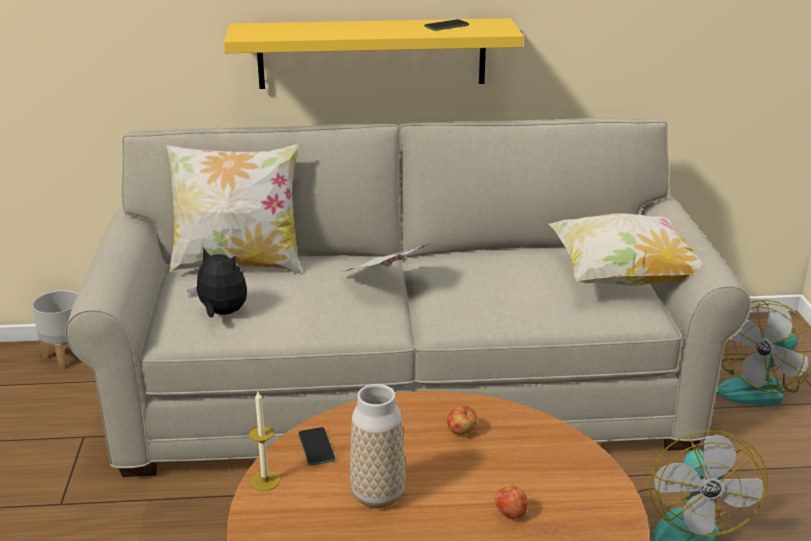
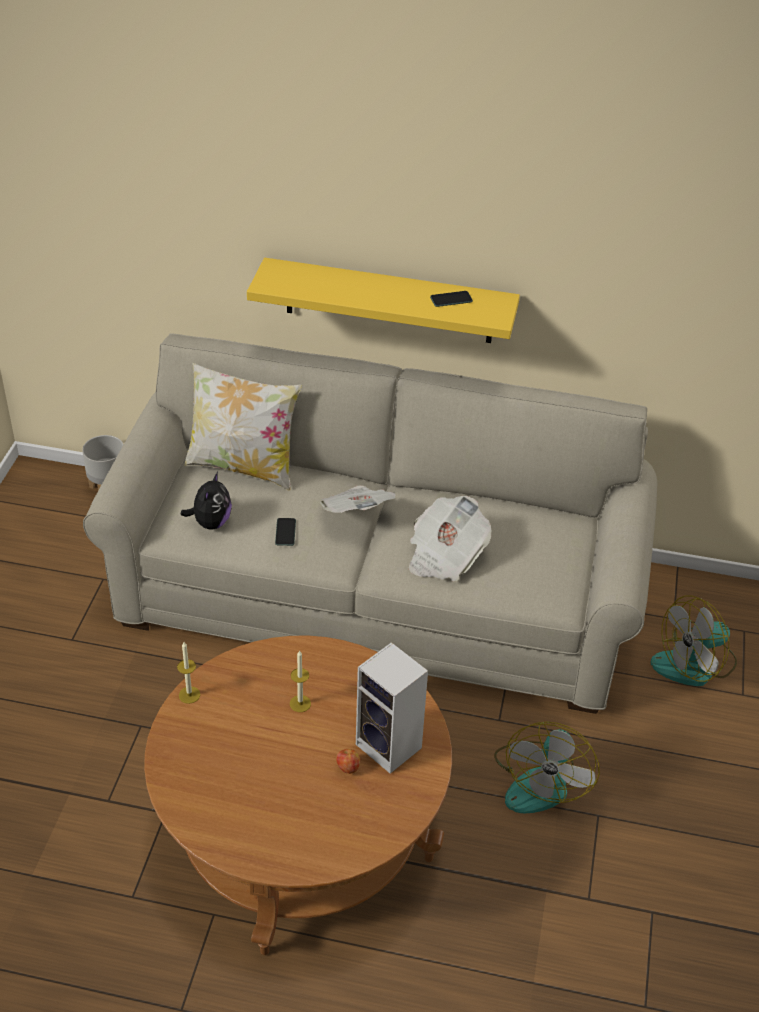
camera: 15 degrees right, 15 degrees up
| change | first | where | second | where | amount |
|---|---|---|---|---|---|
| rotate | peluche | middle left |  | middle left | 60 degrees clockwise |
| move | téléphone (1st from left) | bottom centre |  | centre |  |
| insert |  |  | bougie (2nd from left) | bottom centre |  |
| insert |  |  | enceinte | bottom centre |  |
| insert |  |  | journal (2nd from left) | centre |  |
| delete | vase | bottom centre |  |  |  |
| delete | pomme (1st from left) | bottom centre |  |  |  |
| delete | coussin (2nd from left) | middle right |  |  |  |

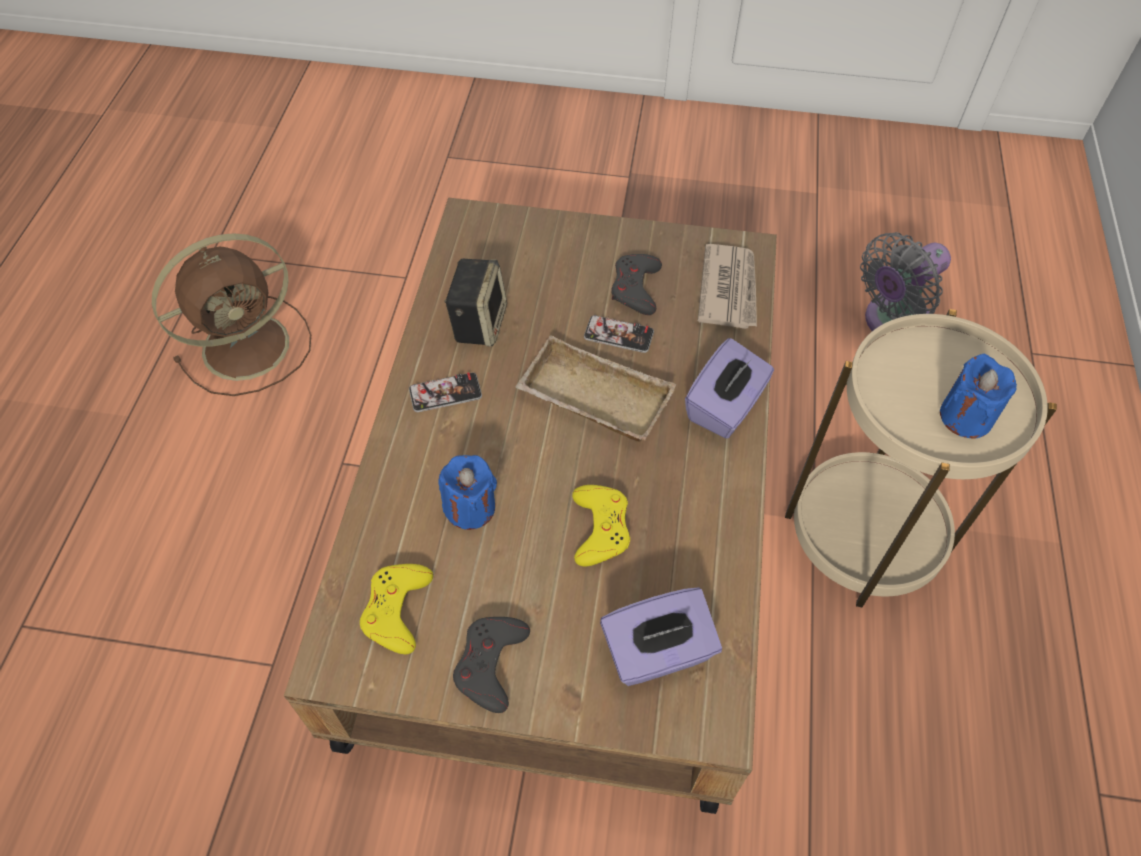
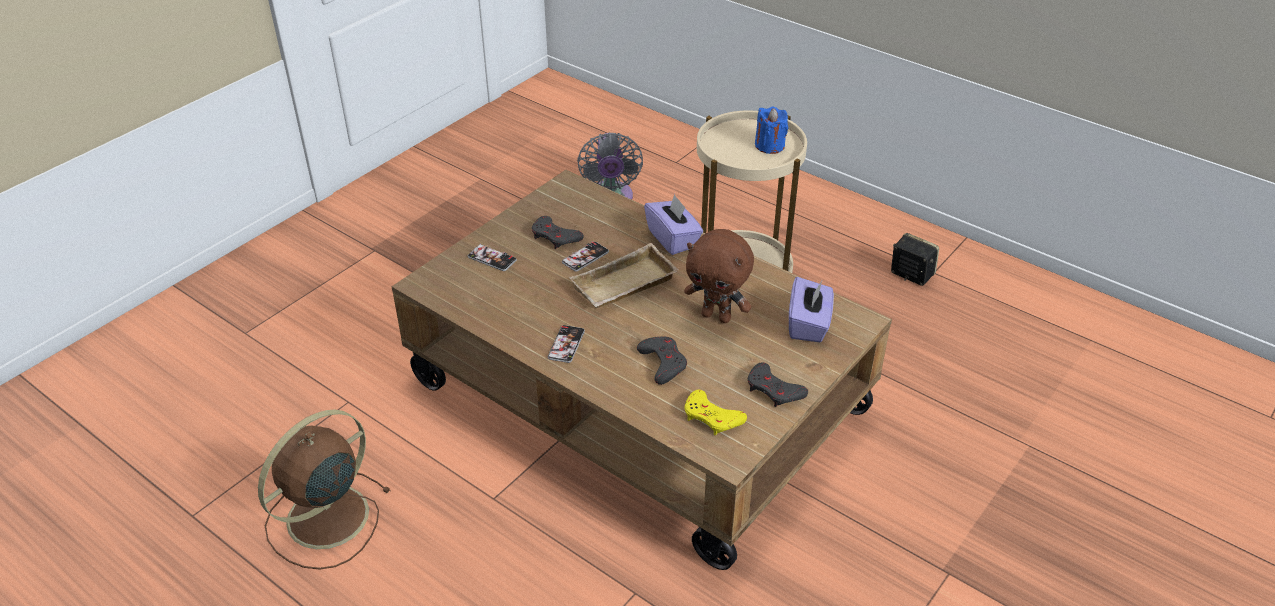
camera: 60 degrees left, 15 degrees down
| change | first | where | second | where | amount |
|---|---|---|---|---|---|
| rotate | ventilateur [marron] | middle left |  | bottom left | 135 degrees counterclockwise |
| insert |  |  | téléphone (1st from left) | centre |  |
| replace | bougie [bleu] (1st from left) | centre | manette [gris] (2nd from left) | centre |  |
| replace | manette [jaune] (2nd from left) | centre | peluche [marron] | centre |  |
| move | enceinte | centre |  | middle right |  |
| delete | journal | centre |  |  |  |

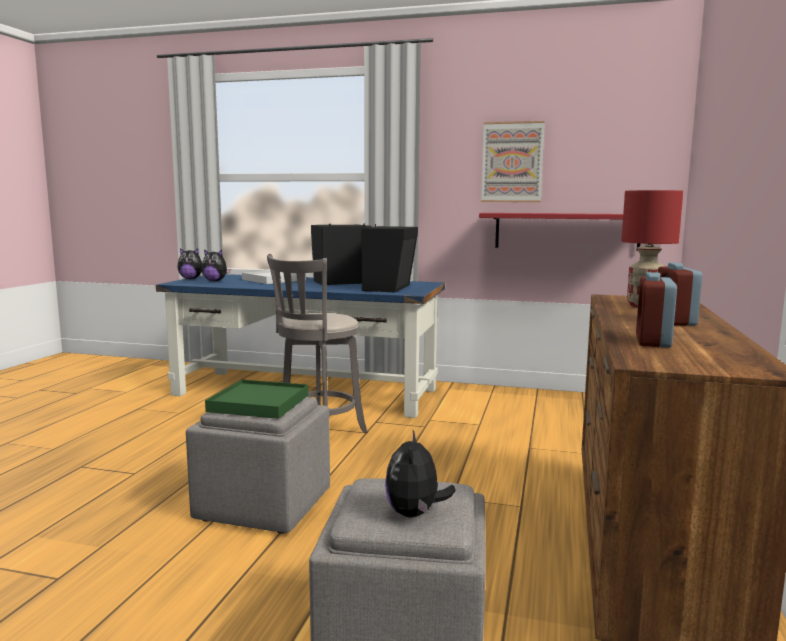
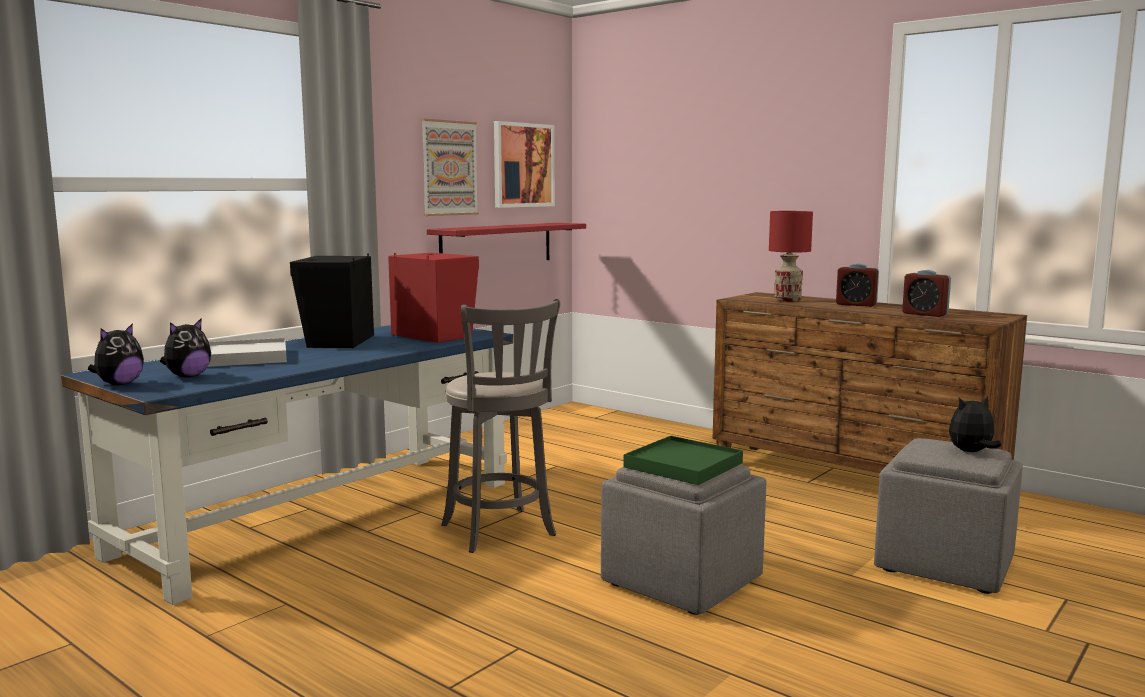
camera: 65 degrees left, 0 degrees up
| change | first | where | second | where | amount |
|---|---|---|---|---|---|
| recolor | enceinte [noir] (2nd from left) | centre | enceinte [rouge] | centre |  |
| insert |  |  | tableau (2nd from left) | top centre |  |
| rotate | peluche (3rd from left) | bottom centre |  | middle right | 135 degrees clockwise |

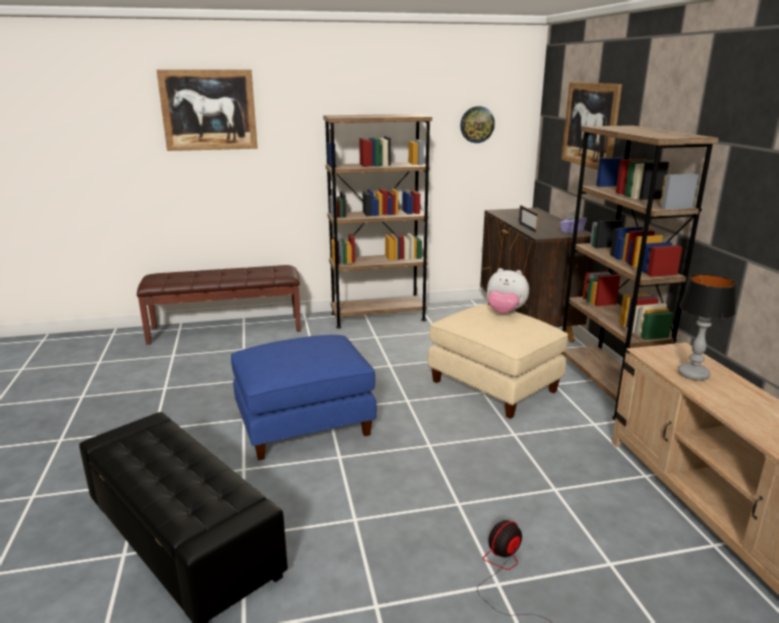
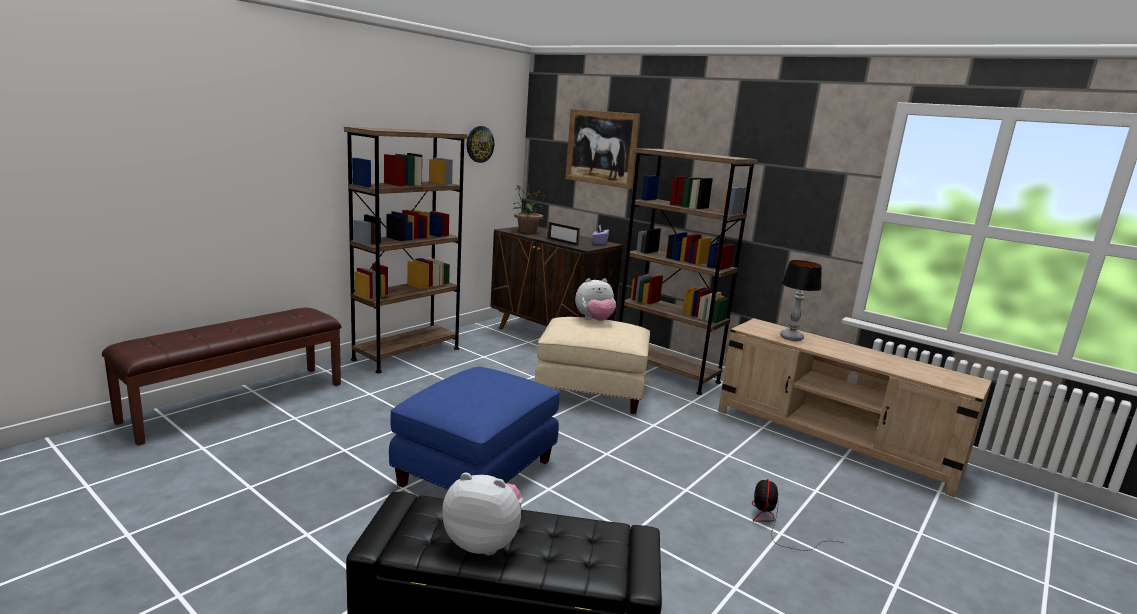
camera: 40 degrees left, 5 degrees down
| change | first | where | second | where | amount |
|---|---|---|---|---|---|
| insert |  |  | peluche (1st from left) | bottom centre |  |
| insert |  |  | plante en pot | centre |  |
| delete | tableau (1st from left) | top left |  |  |  |

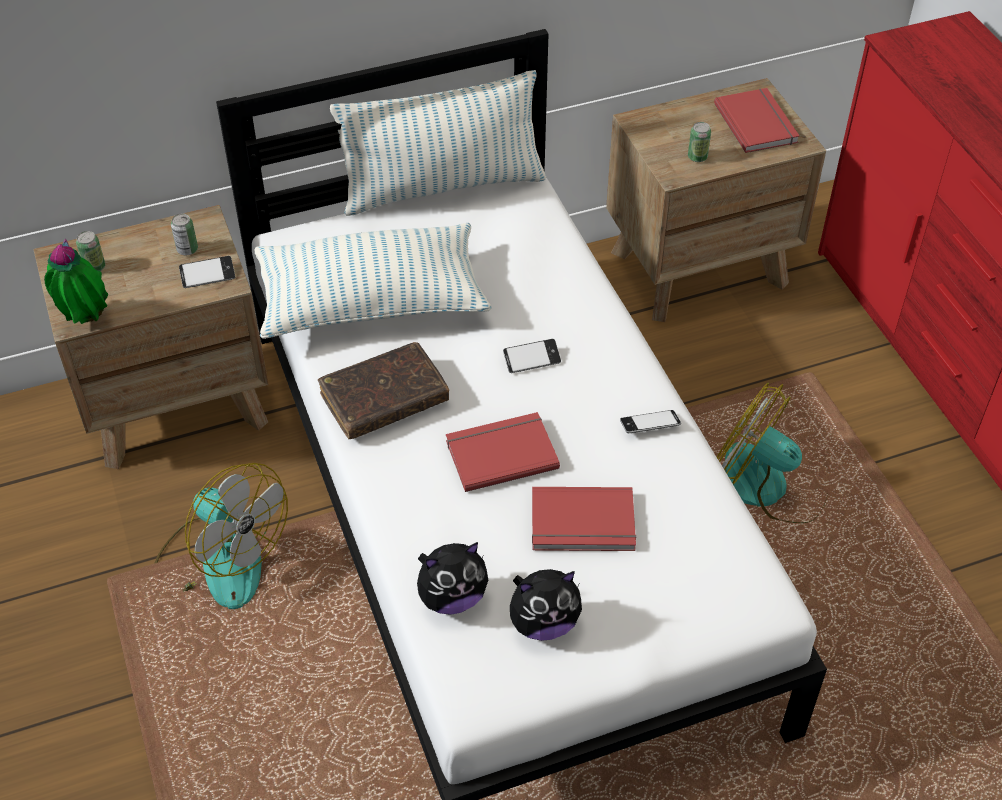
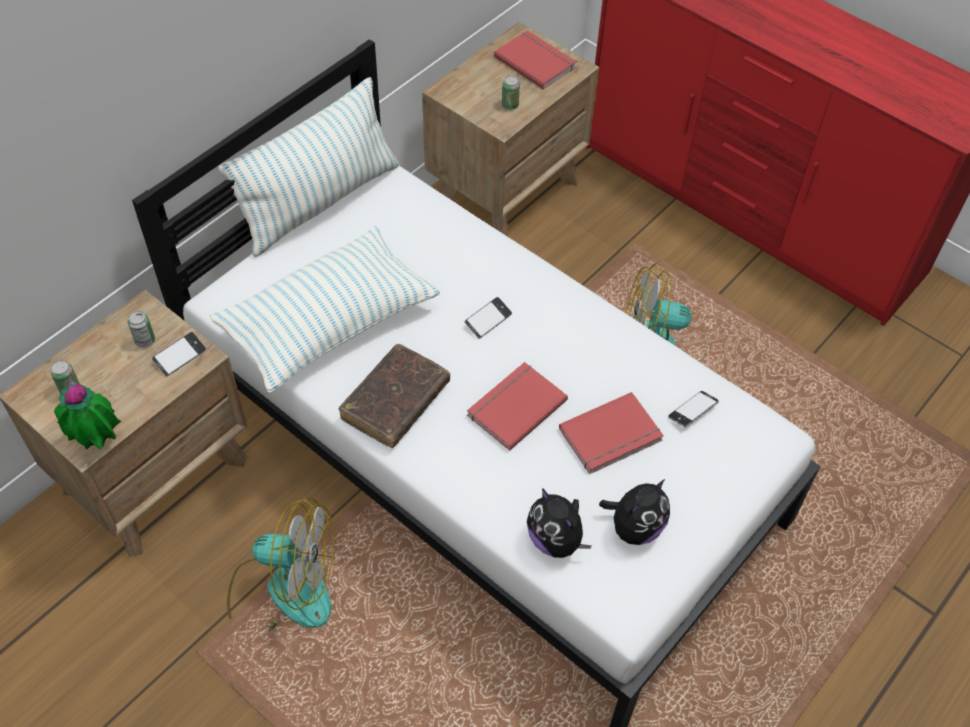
camera: 30 degrees left, 5 degrees up
| change | first | where | second | where | amount |
|---|---|---|---|---|---|
| rotate | peluche (1st from left) | bottom centre |  | bottom centre | 105 degrees clockwise |
| move | téléphone (3rd from left) | centre |  | middle right |  |

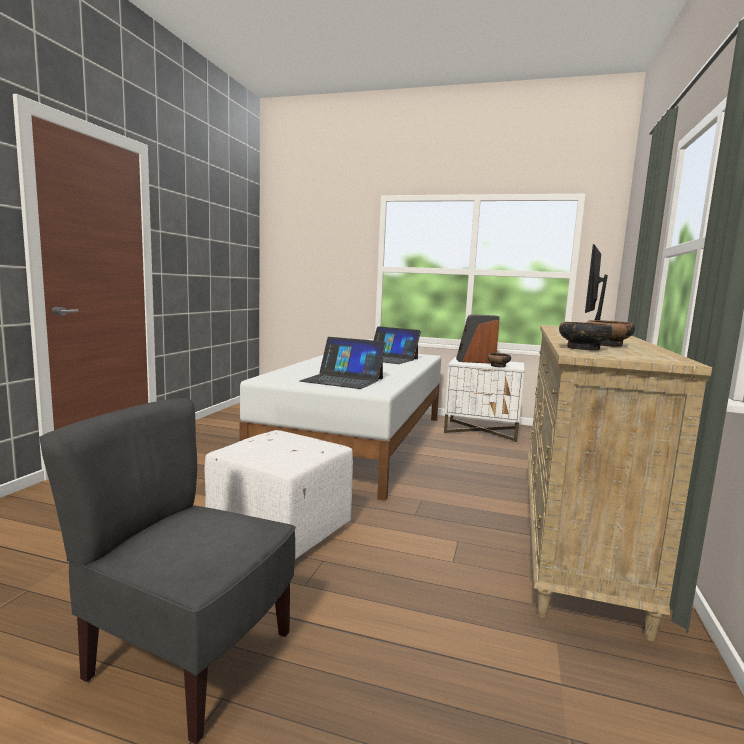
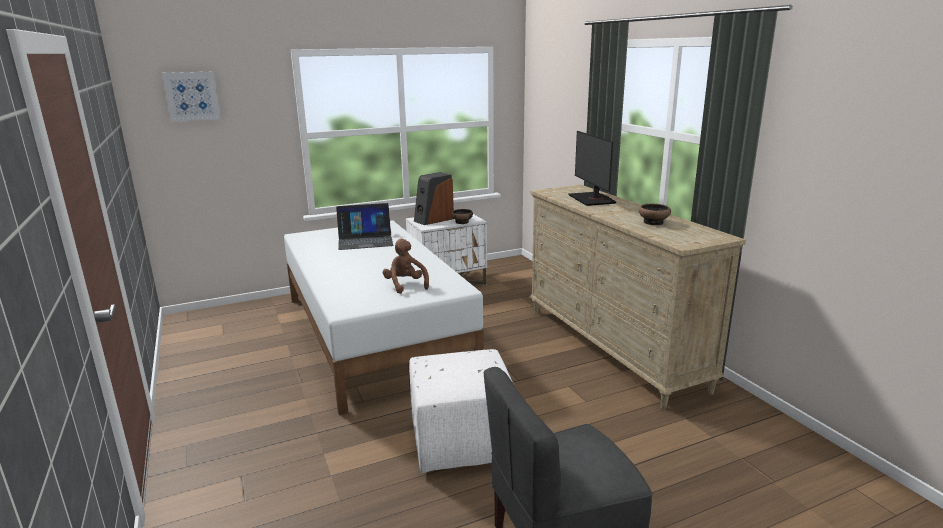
camera: 40 degrees left, 10 degrees up
| change | first | where | second | where | amount |
|---|---|---|---|---|---|
| insert |  |  | tableau | top left |  |
| replace | ordinateur portable (1st from left) | centre | peluche [marron] | centre |  |
| delete | bol (2nd from left) | middle right |  |  |  |

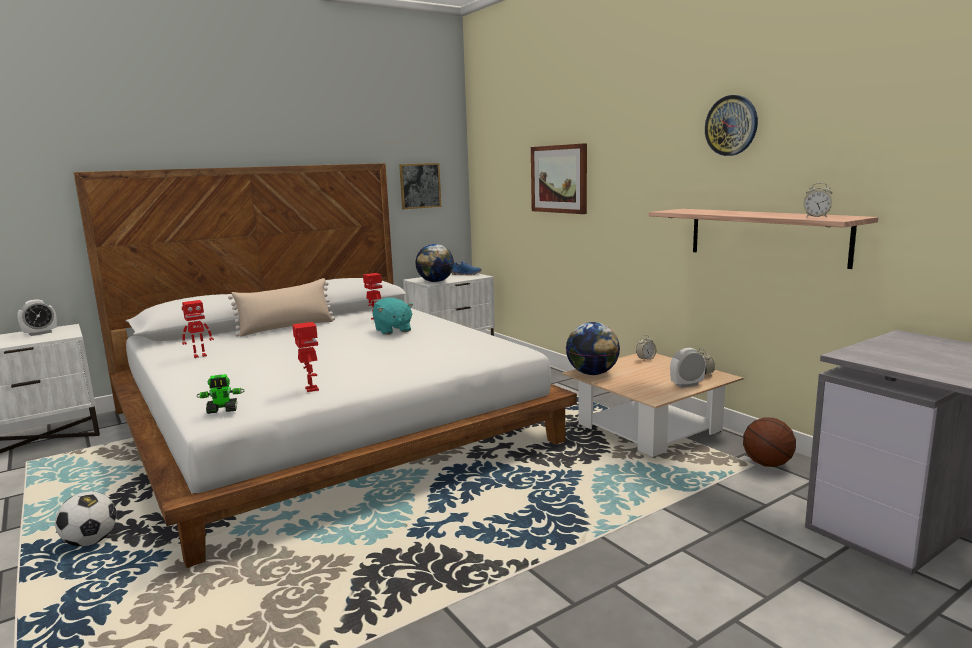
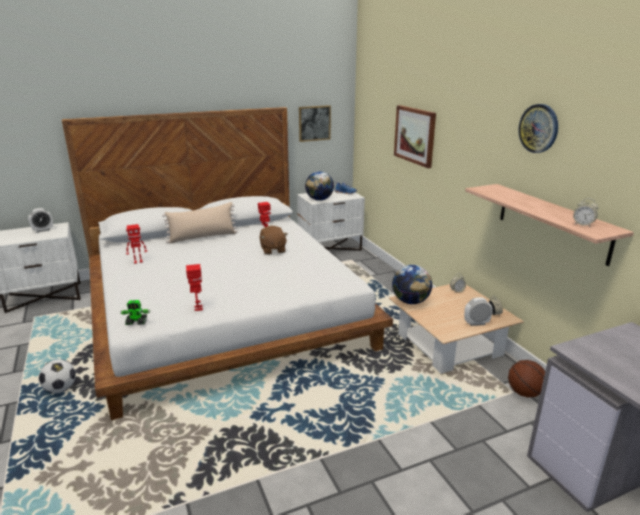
camera: 10 degrees right, 10 degrees up
| change | first | where | second | where | amount |
|---|---|---|---|---|---|
| recolor | peluche [turquoise] | centre | peluche [marron] | centre |  |

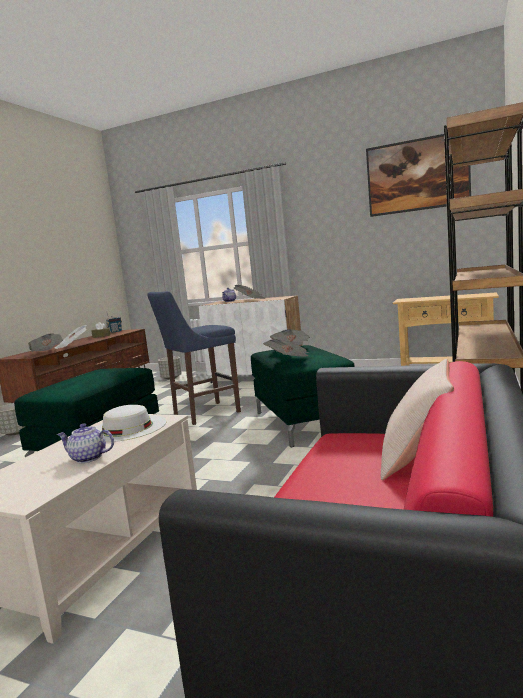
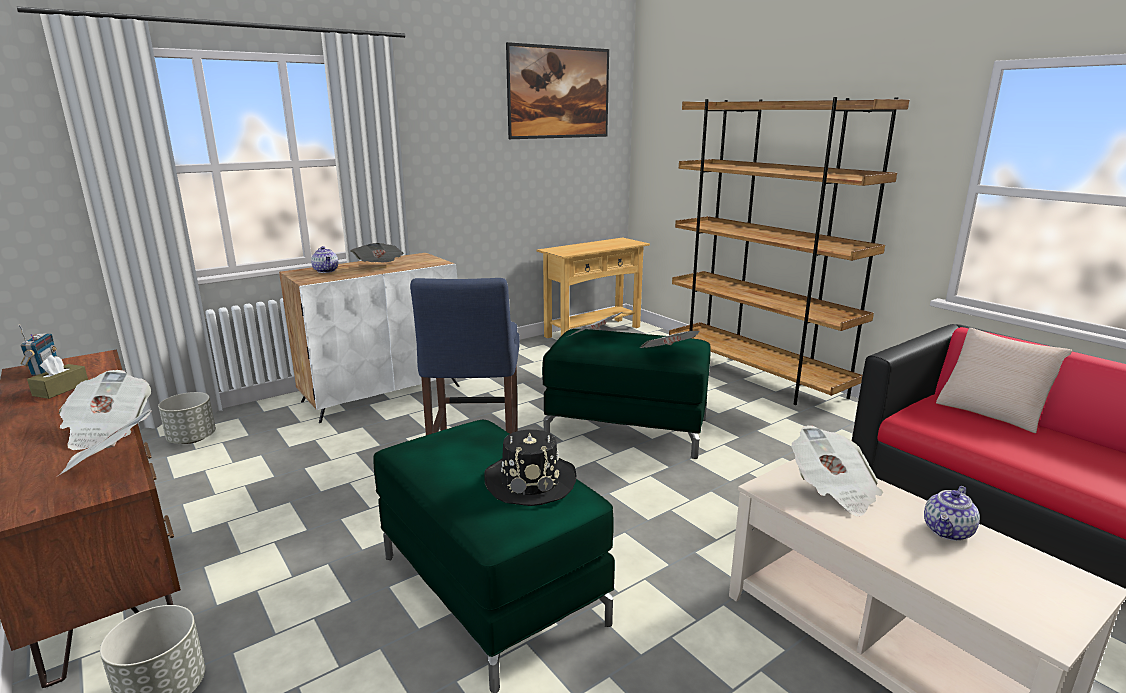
camera: 60 degrees left, 10 degrees up
| change | first | where | second | where | amount |
|---|---|---|---|---|---|
| insert |  |  | chapeau [noir] | bottom centre |  |
| replace | chapeau [blanc] | middle left | journal (6th from left) | bottom right |  |

